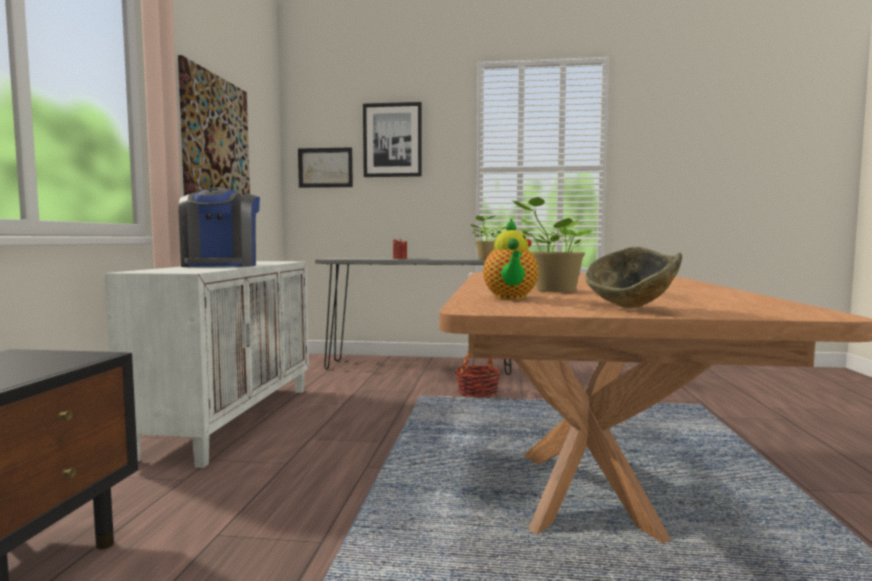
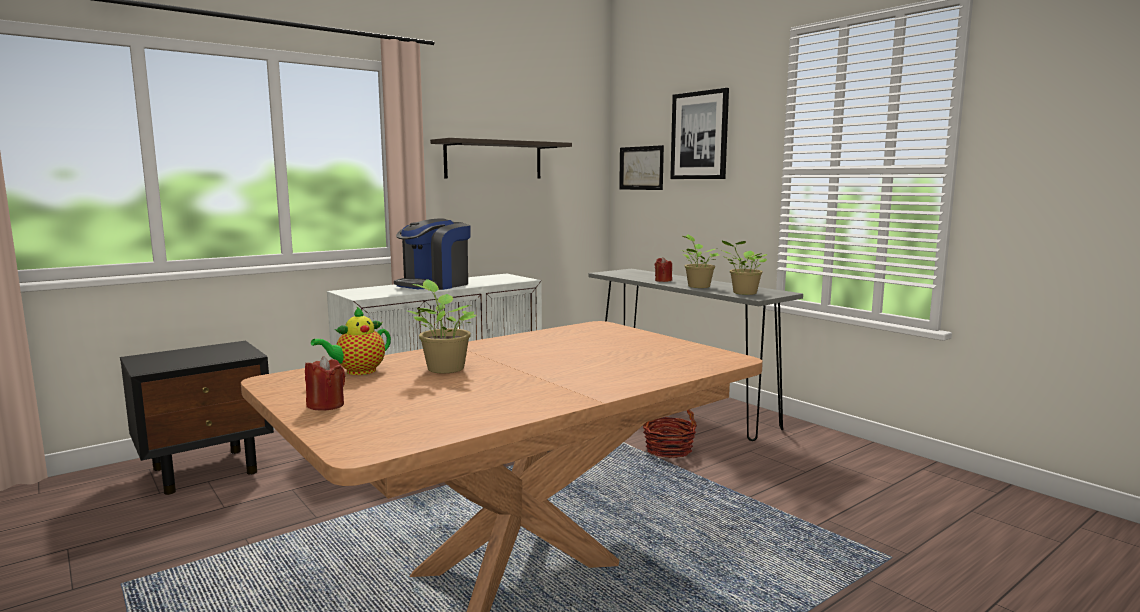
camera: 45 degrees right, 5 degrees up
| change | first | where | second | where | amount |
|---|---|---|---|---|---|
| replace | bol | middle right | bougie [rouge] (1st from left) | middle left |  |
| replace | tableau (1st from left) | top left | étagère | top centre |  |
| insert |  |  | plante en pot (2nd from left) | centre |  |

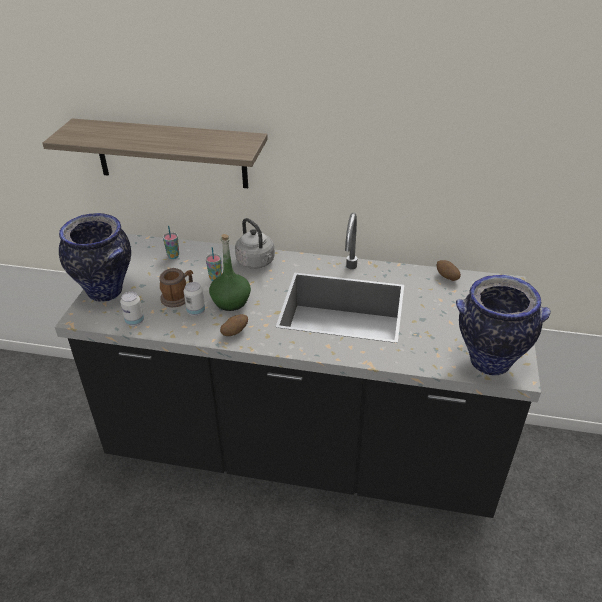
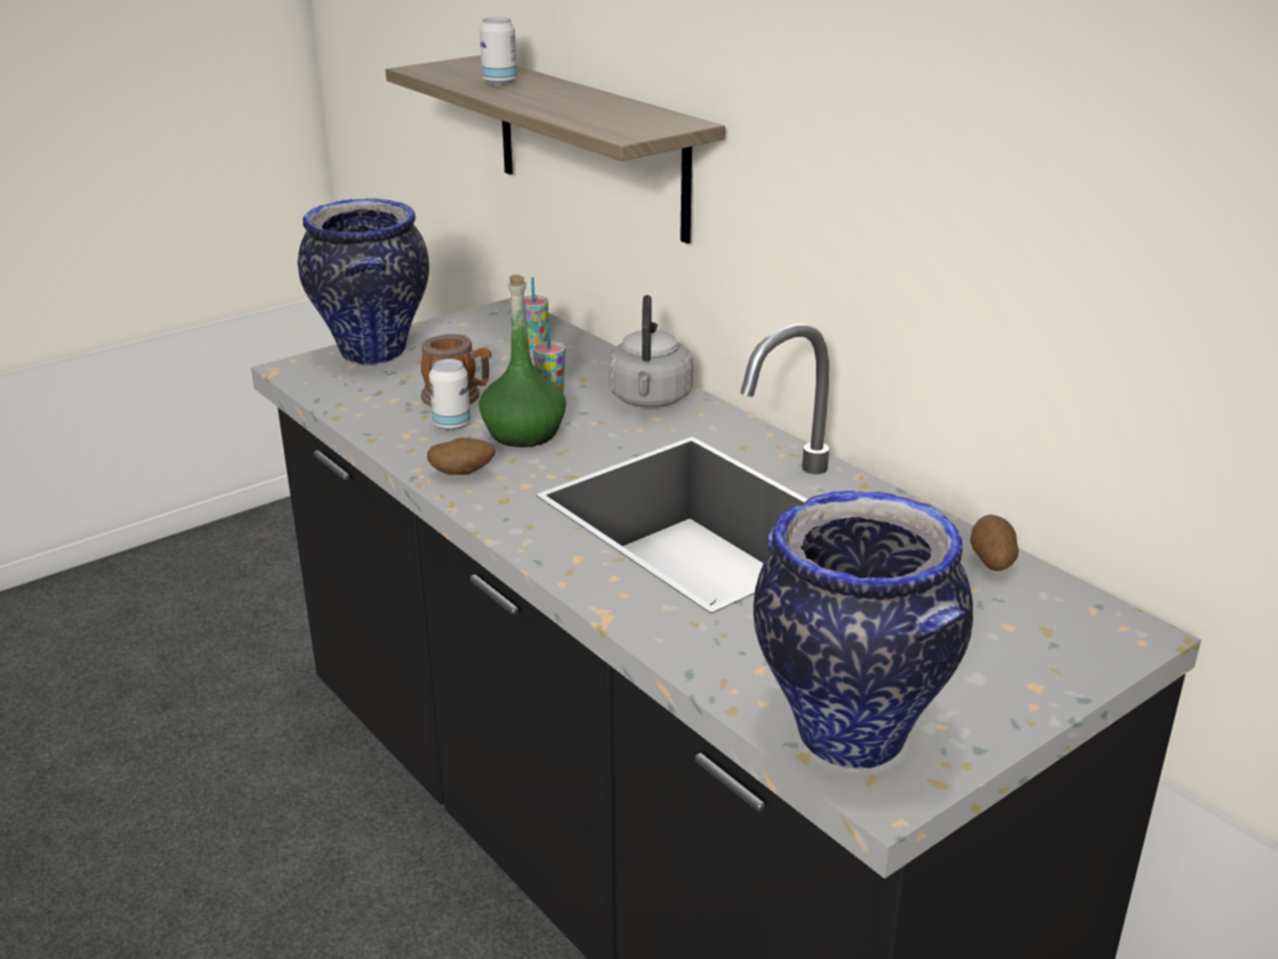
camera: 40 degrees right, 10 degrees down
| change | first | where | second | where | amount |
|---|---|---|---|---|---|
| move | boîte métallique (1st from left in the first image) | middle left | boîte métallique (2nd from left) | top centre |  |

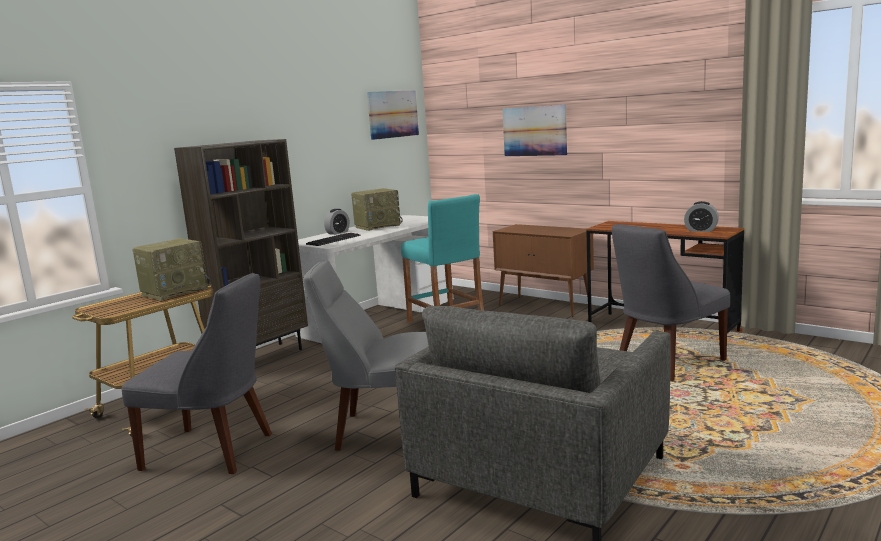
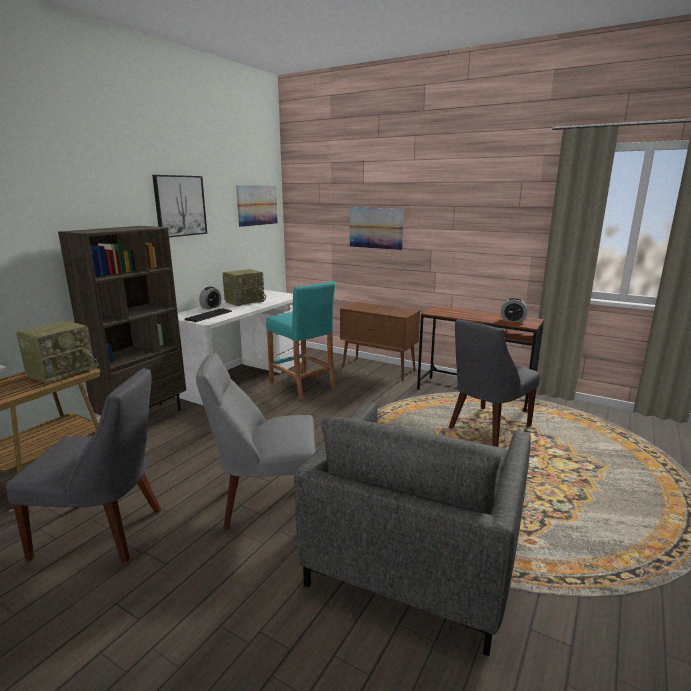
camera: 10 degrees left, 5 degrees up
| change | first | where | second | where | amount |
|---|---|---|---|---|---|
| insert |  |  | tableau (1st from left) | top left |  |

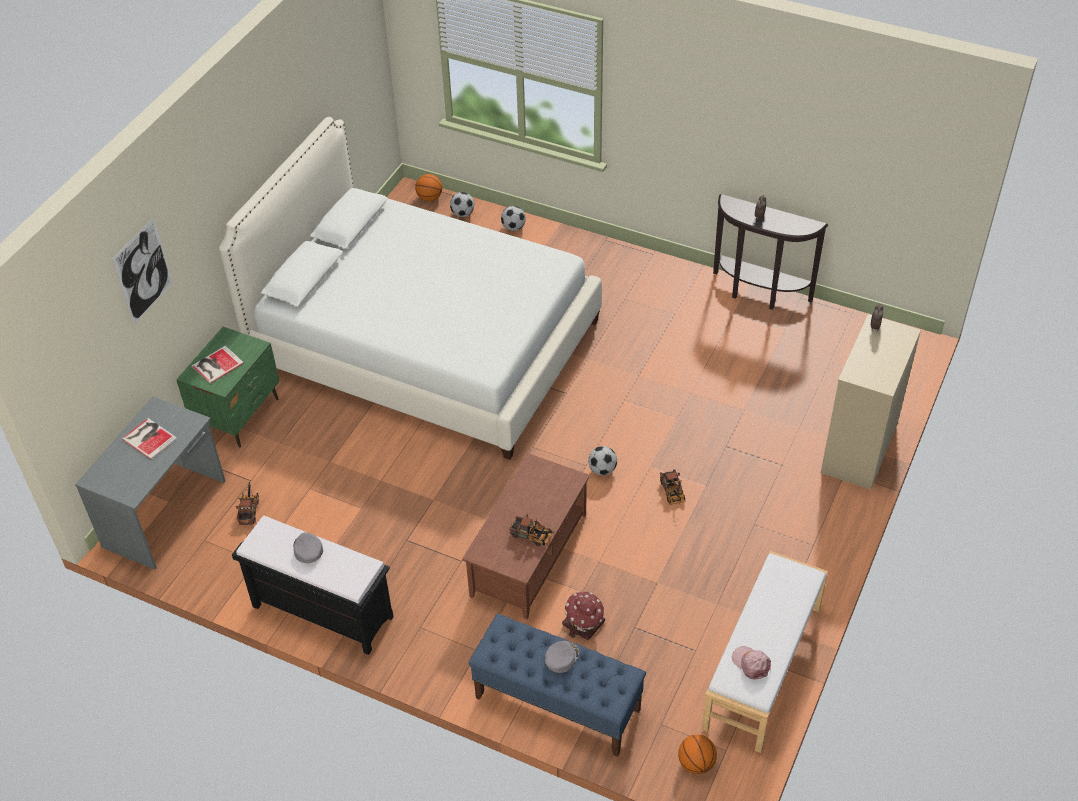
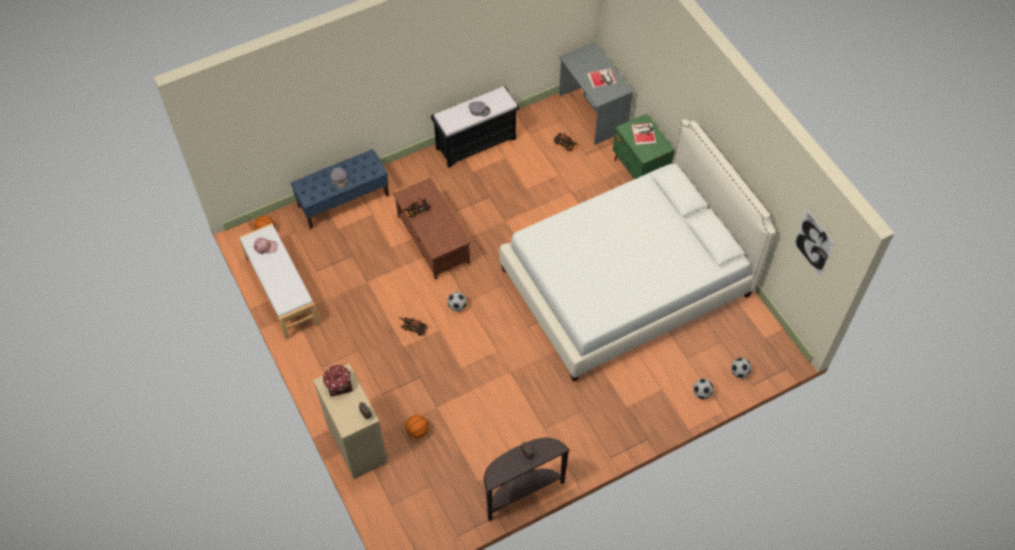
camera: 125 degrees right, 10 degrees up
| change | first | where | second | where | amount |
|---|---|---|---|---|---|
| move | maison miniature | bottom centre |  | bottom left |  |
| move | ballon de basket (1st from left in the first image) | top centre | ballon de basket (2nd from left) | bottom centre |  |
| move | tableau | middle left |  | middle right |  |

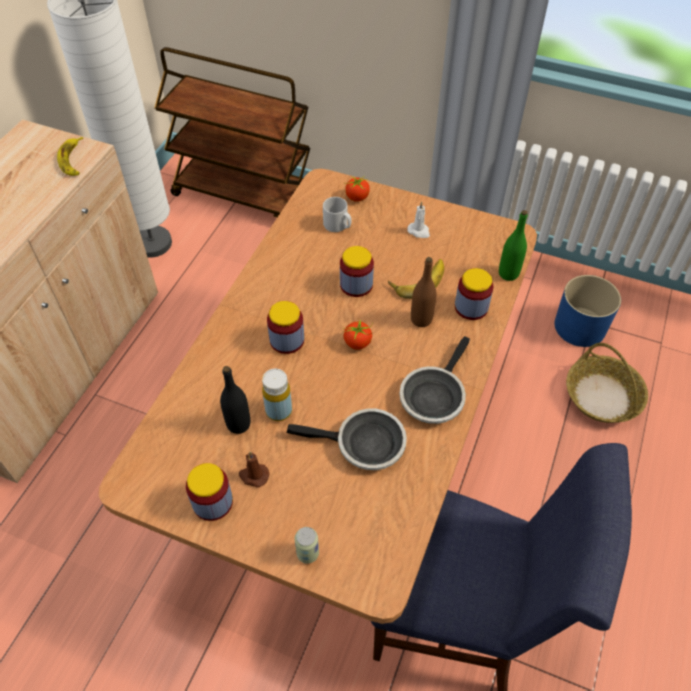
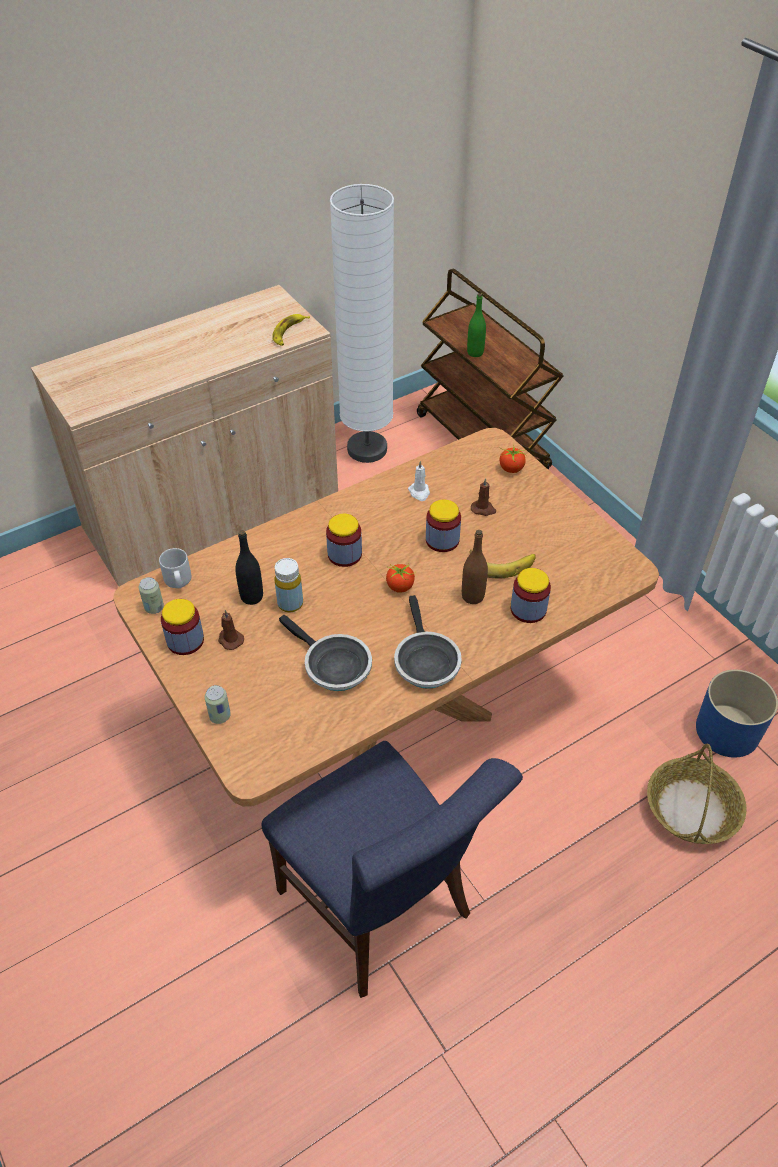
camera: 35 degrees right, 5 degrees down
| change | first | where | second | where | amount |
|---|---|---|---|---|---|
| insert |  |  | boîte métallique (1st from left) | middle left |  |
| move | mug [gris] | top centre |  | middle left |  |
| rotate | poêle (2nd from left) | centre |  | centre | 75 degrees counterclockwise |
| move | bougie [blanc] | top centre |  | centre |  |
| move | bouteille [vert] | middle right |  | top centre |  |
| insert |  |  | bougie [marron] (2nd from left) | centre |  |

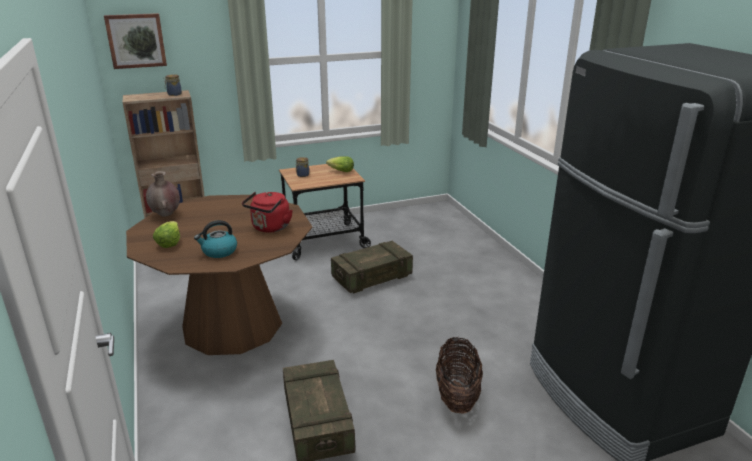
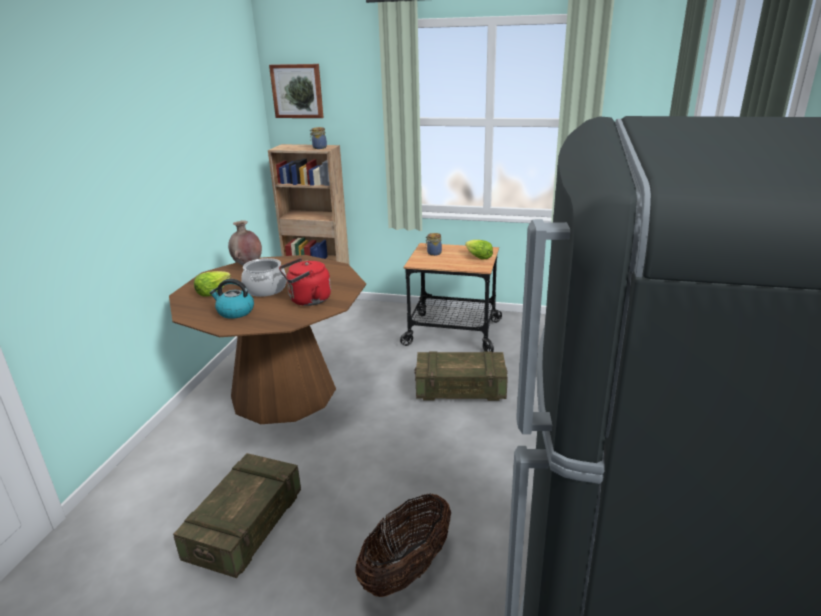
camera: 35 degrees right, 0 degrees up
| change | first | where | second | where | amount |
|---|---|---|---|---|---|
| insert |  |  | marmite | middle left |  |

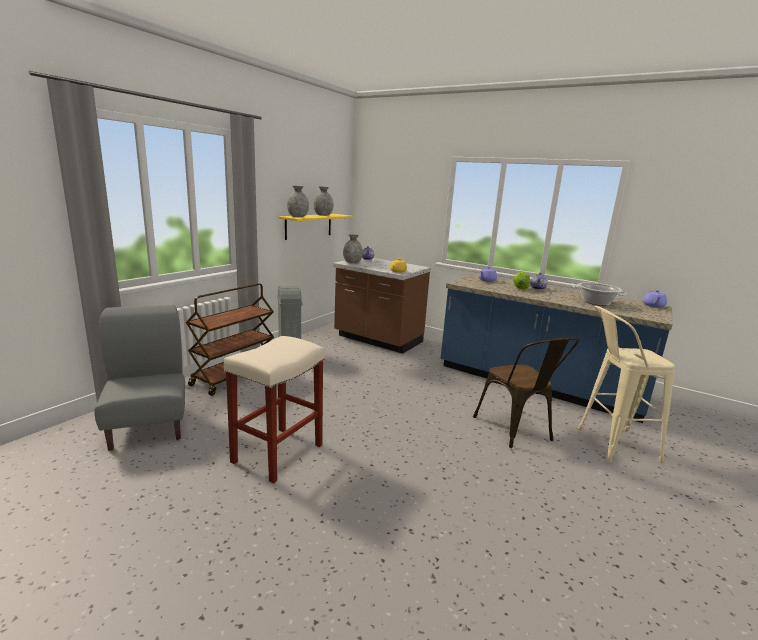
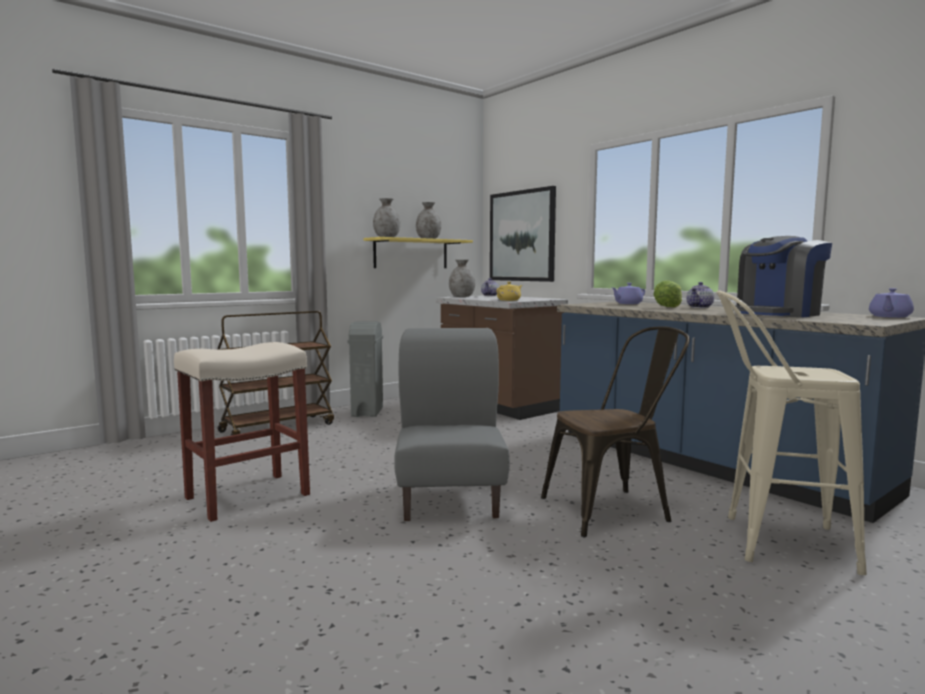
camera: 20 degrees right, 10 degrees down
| change | first | where | second | where | amount |
|---|---|---|---|---|---|
| move | chaise [gris] | middle left |  | centre |  |
| insert |  |  | tableau | centre |  |
| rotate | chaise [marron] | middle right |  | centre | 105 degrees counterclockwise |
| replace | marmite | middle right | machine à café | middle right |  |

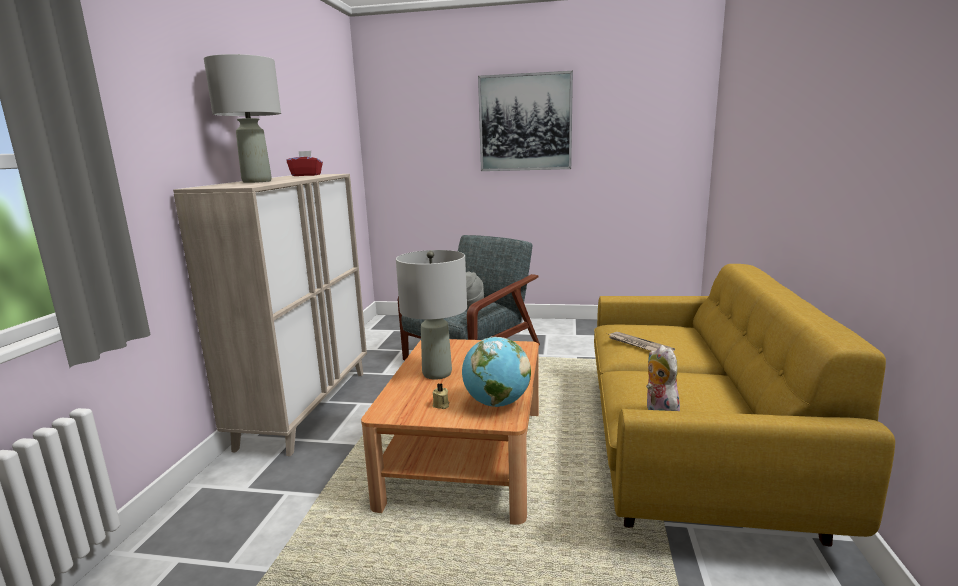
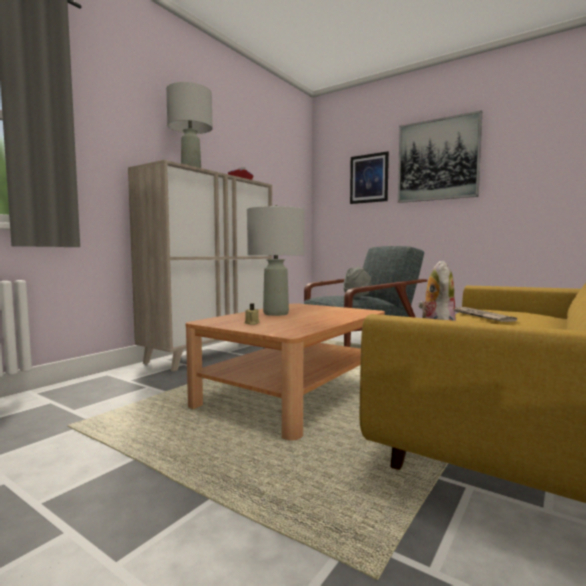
camera: 25 degrees right, 10 degrees down
| change | first | where | second | where | amount |
|---|---|---|---|---|---|
| insert |  |  | tableau (1st from left) | top centre |  |
| delete | globe | centre |  |  |  |

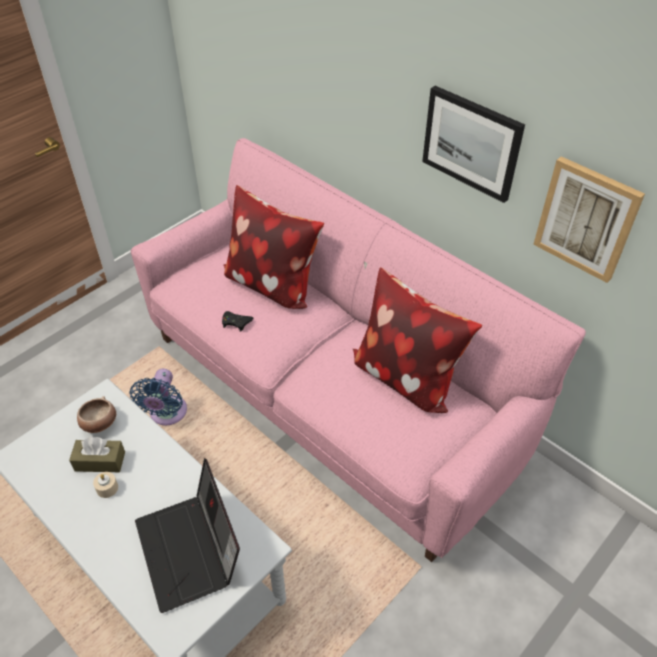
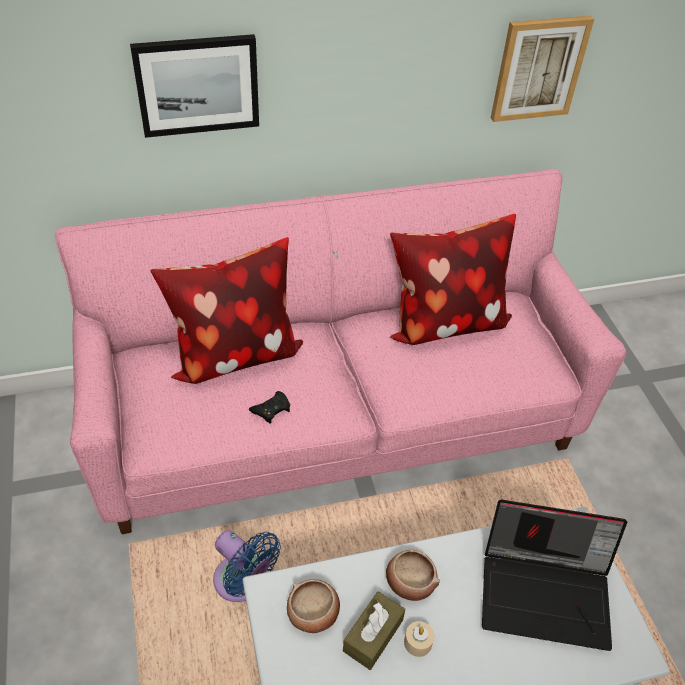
camera: 60 degrees left, 0 degrees up
| change | first | where | second | where | amount |
|---|---|---|---|---|---|
| move | tableau (1st from left) | top right |  | top left |  |
| insert |  |  | bol (2nd from left) | bottom centre |  |

